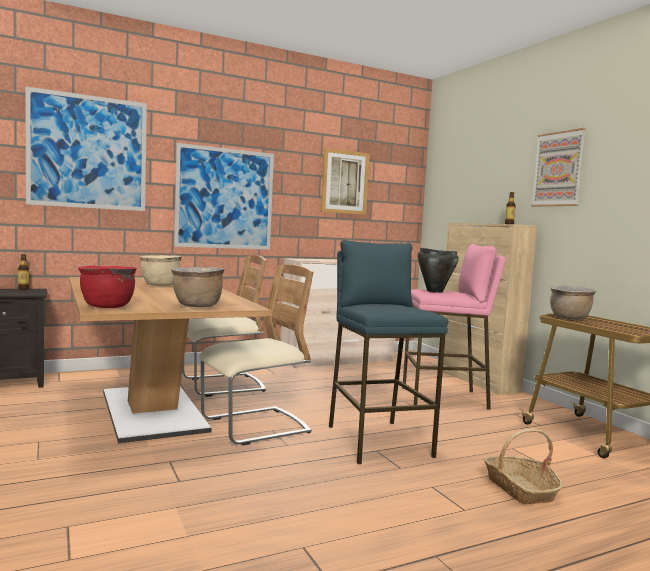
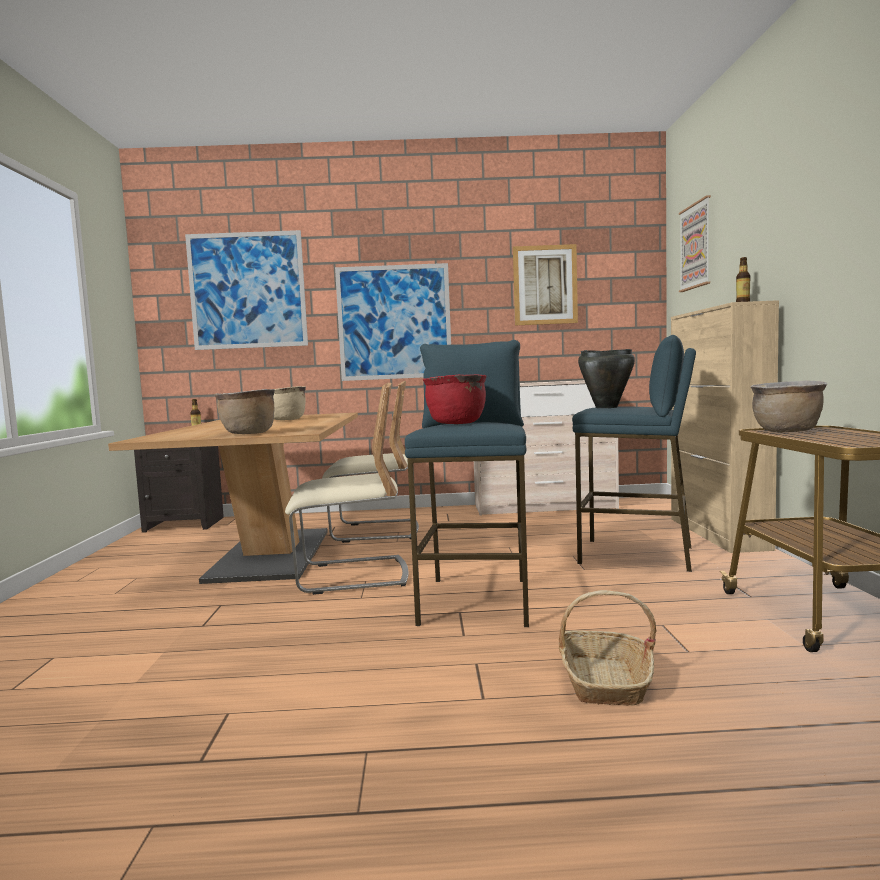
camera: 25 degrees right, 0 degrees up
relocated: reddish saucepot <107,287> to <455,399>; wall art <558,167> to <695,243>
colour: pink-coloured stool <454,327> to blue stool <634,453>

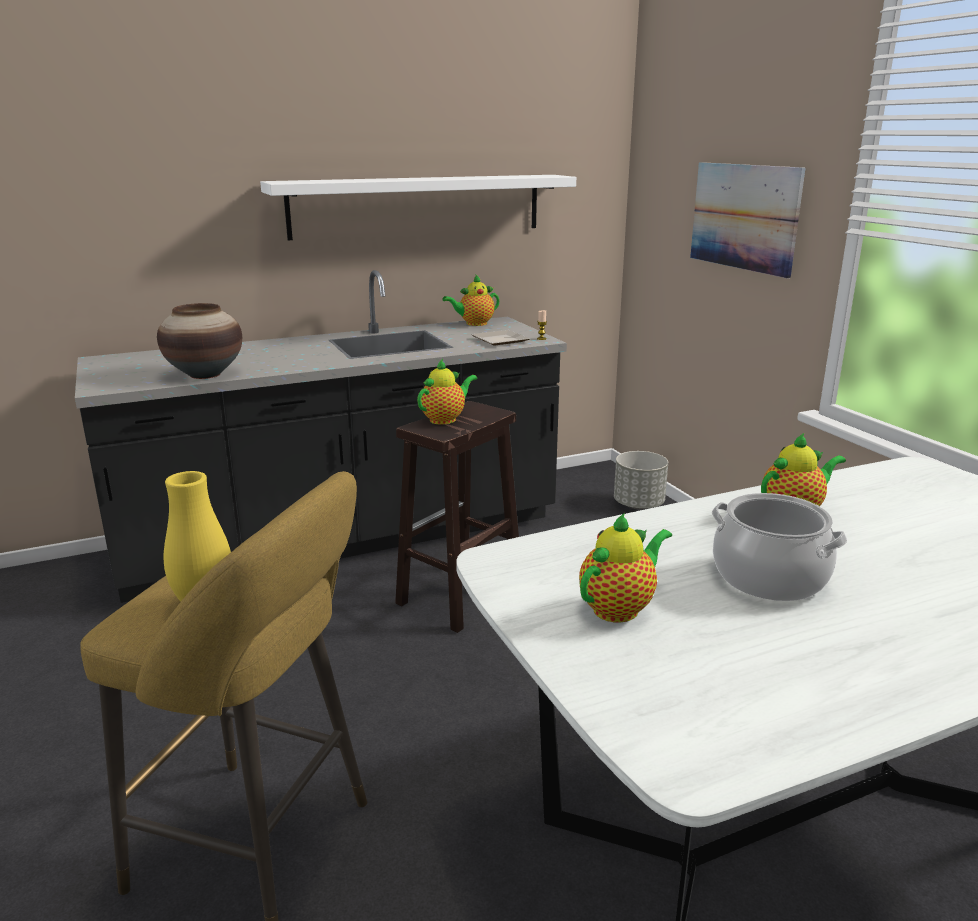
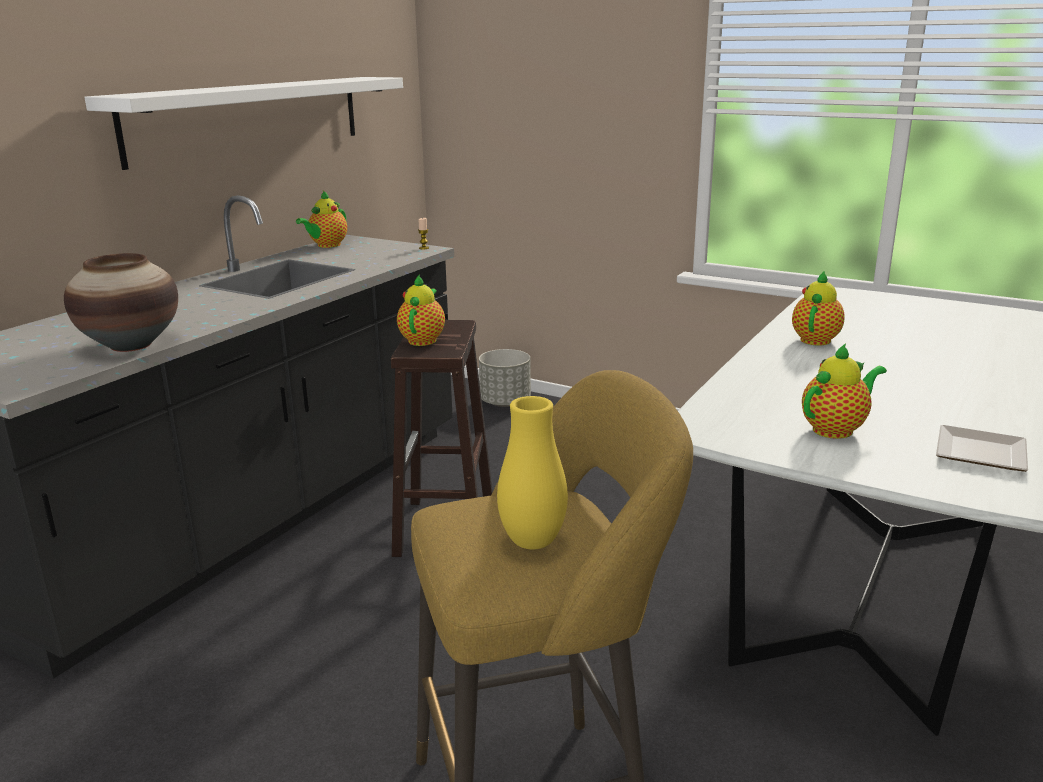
camera: 35 degrees left, 0 degrees up
missing: wall art <748,220>; saucepot <780,547>
relocated: dinner plate <501,338> to <982,448>
spun: pot for tea <625,567> = <844,391> 45 degrees clockwise

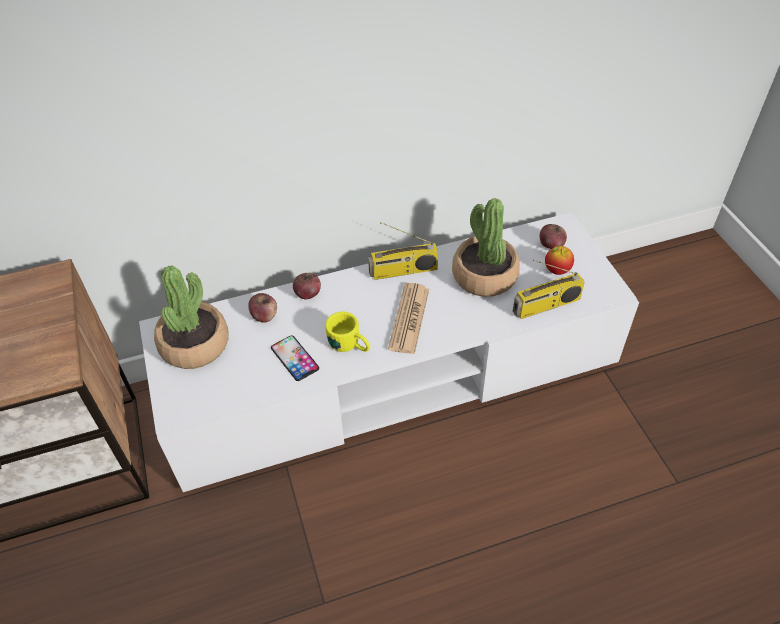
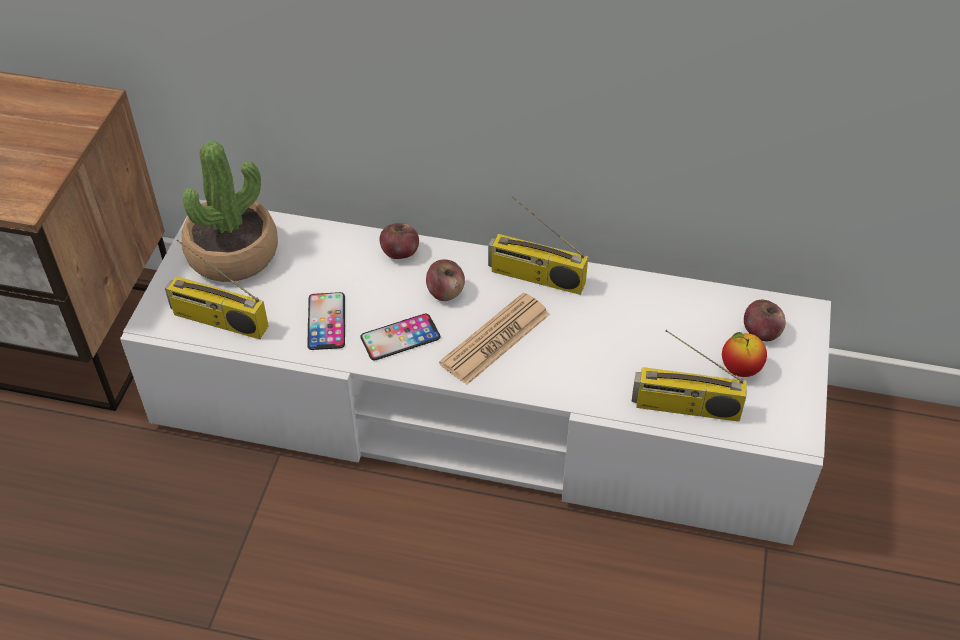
camera: 30 degrees right, 0 degrees up
missing: plant in a pot <486,247>
appeared: radio set <217,289>
relocated: apple fruit <262,308> to <445,280>
exchanged: yellow-coloured tea mug <347,332> to handset <400,337>

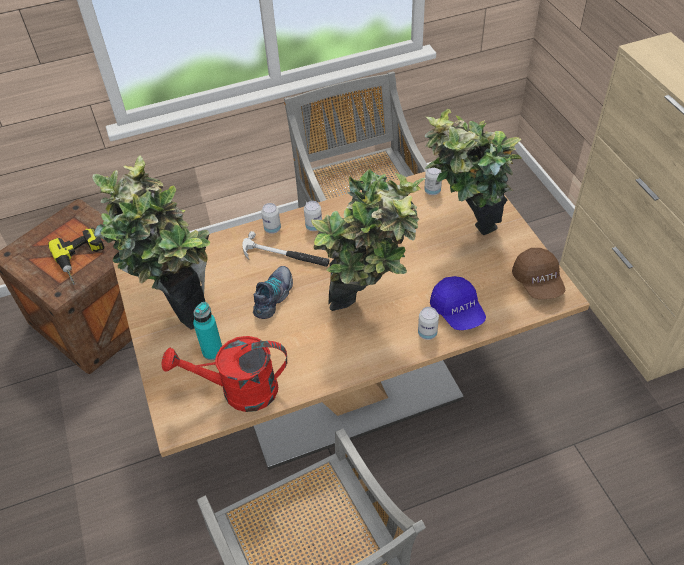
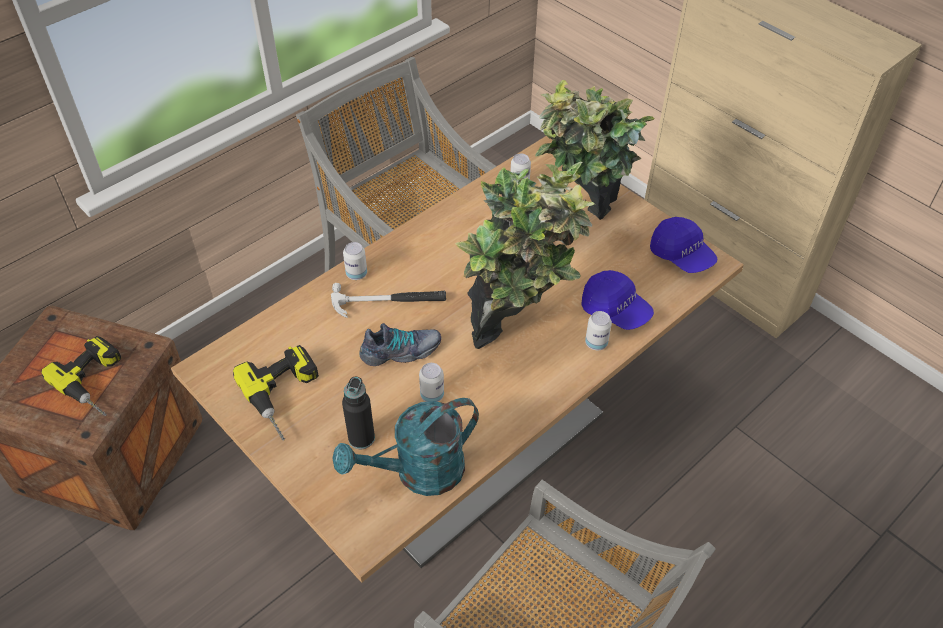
camera: 25 degrees left, 0 degrees up
relocated: metal can <313,216> to <431,382>
exchanged: plant in a pot <151,242> to power drill <276,392>
colour: reddish sprinkling can <224,374> to turquoise sprinkling can <406,447>; turquoise drink bottle <207,331> to blackish drink bottle <358,413>; brown peaked cap <538,273> to blue peaked cap <684,245>
spun: item of footwear <273,292> = <400,344> 75 degrees clockwise

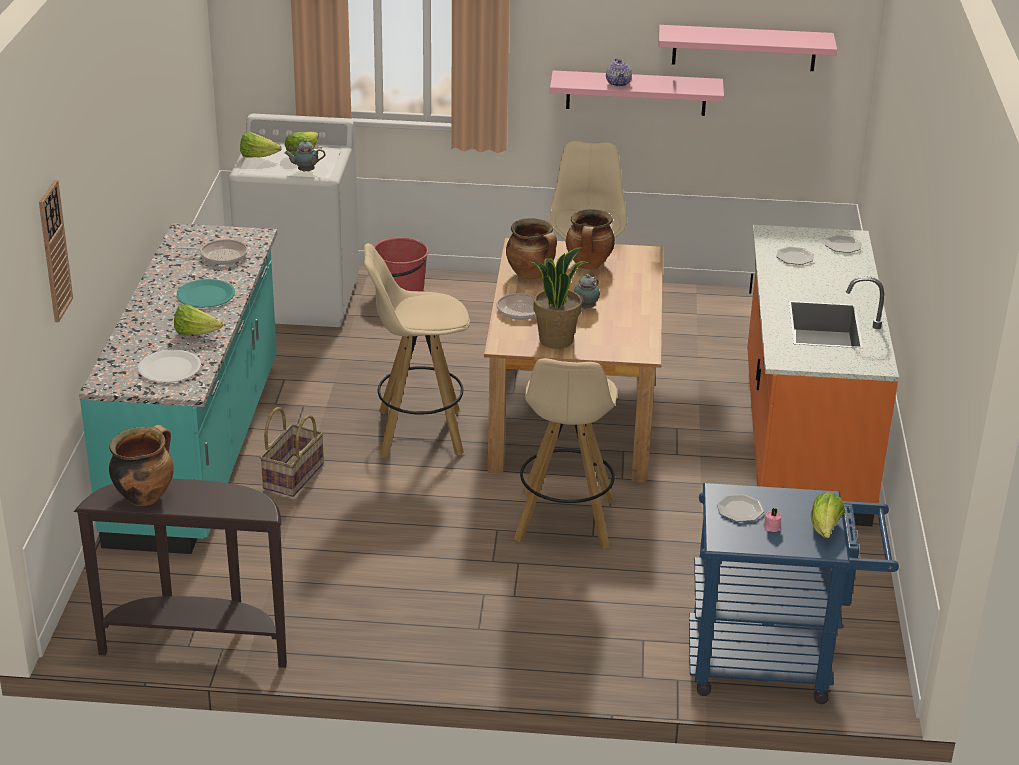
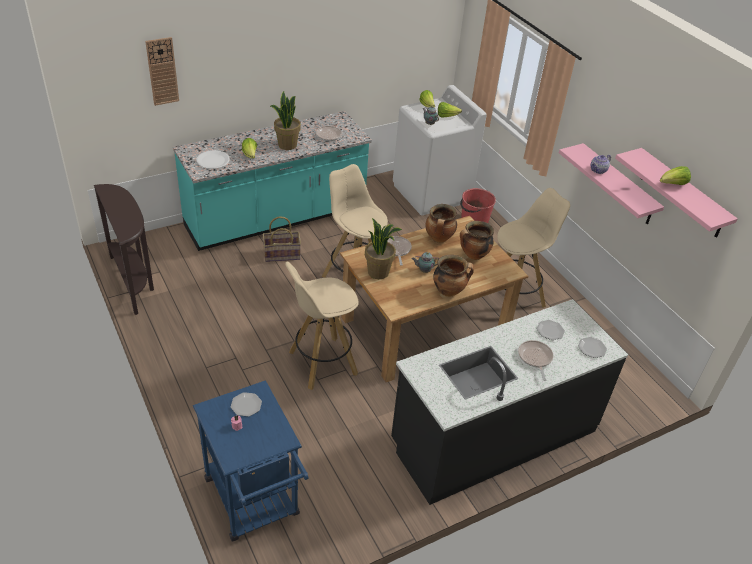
camera: 55 degrees right, 10 degrees up
appeared: skillet <536,360>
relocated: saucepot <141,465> to <453,276>; lettuce head <827,515> to <675,175>
exchanged: turquoise dinner plate <206,293> to plant in a pot <285,120>
colour: orange counter <823,375> to blackish counter <509,402>

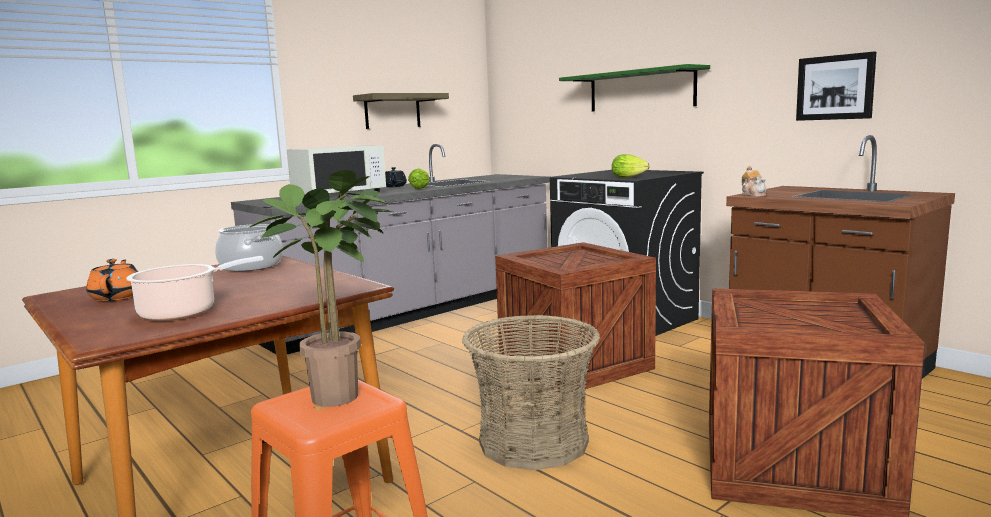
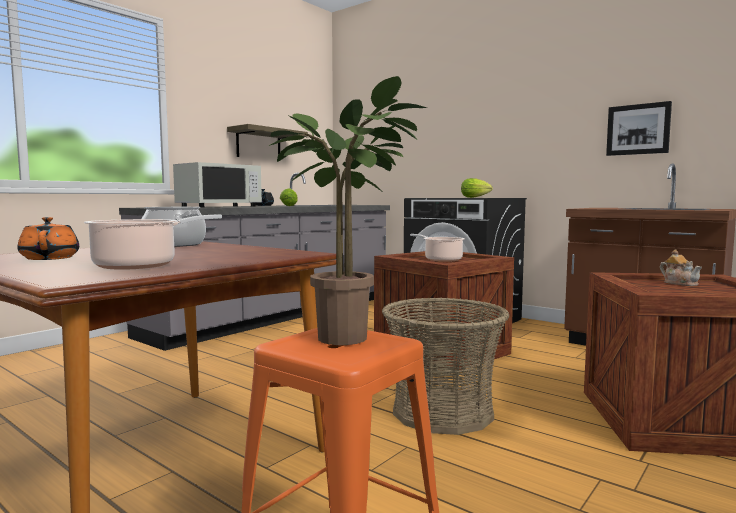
camera: 10 degrees left, 5 degrees down
missing: greenish wall shelf <634,88>
appeared: saucepot <437,248>
relocated: pot for tea <754,181> to <681,267>

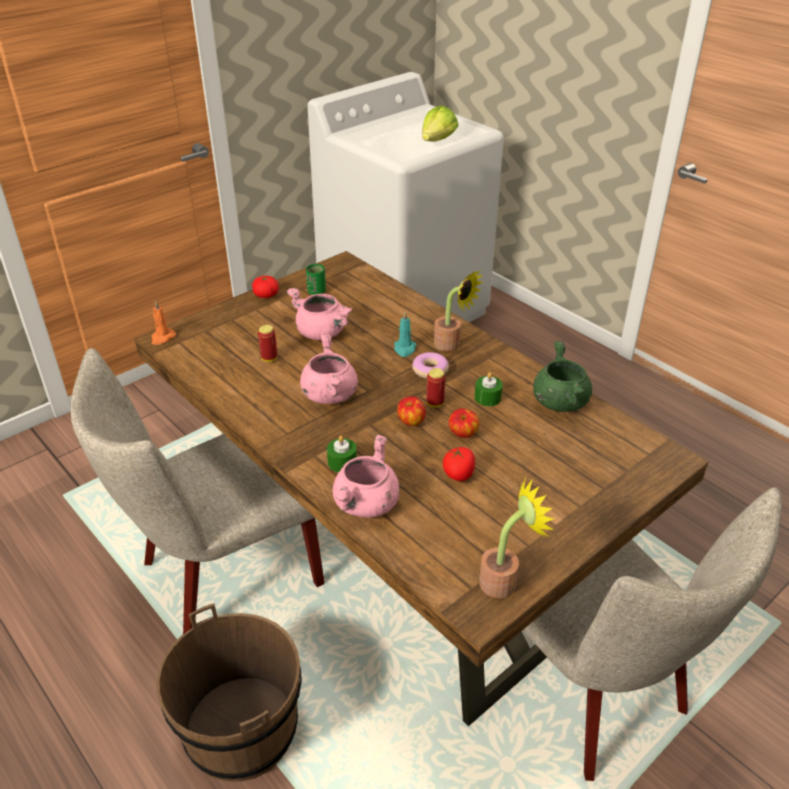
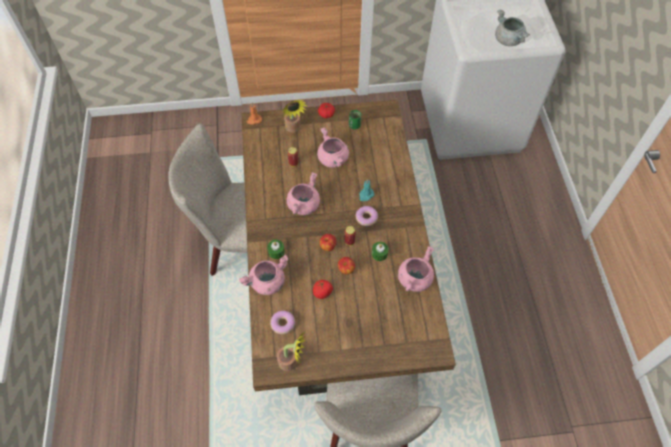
camera: 35 degrees right, 20 degrees up
missing: brown bucket <229,692>
appeared: ring doughnut <282,322>
relocated: plant in a pot <459,310> to <294,116>
exchanged: lettuce head <440,124> to grey saucepot <512,27>
colour: greenish saucepot <562,376> to pink-coloured saucepot <416,269>

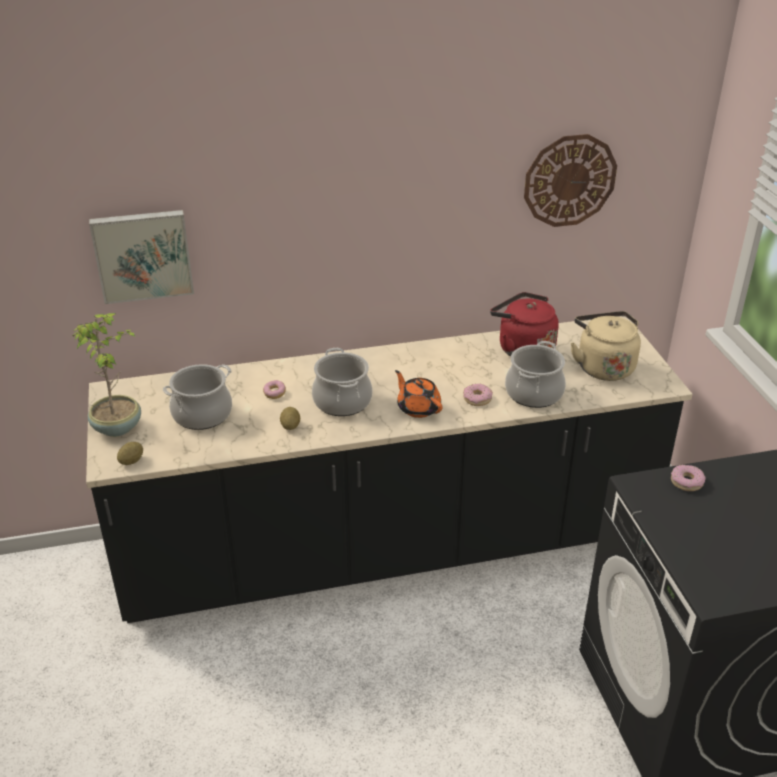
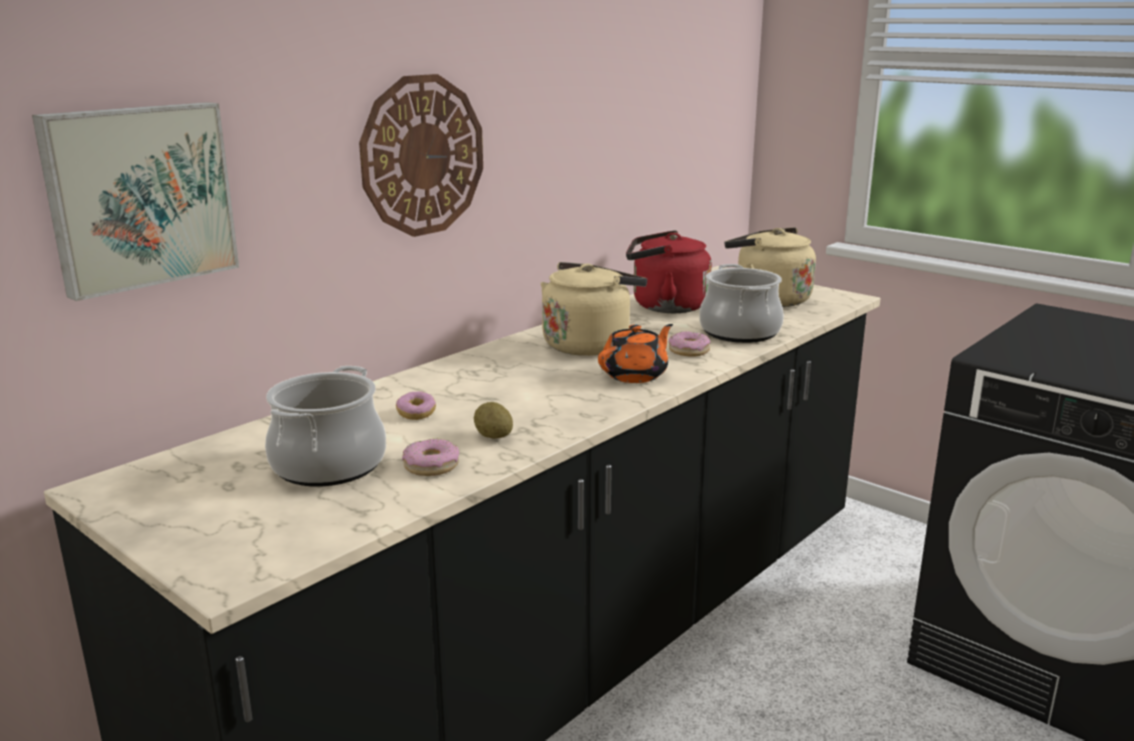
camera: 35 degrees left, 15 degrees down
missing: plant in a pot <106,375>; whole potato <130,453>; saucepot <342,382>
appeared: sand-coloured tea kettle <594,309>
relocated: hanging clock <570,180> to <421,155>; ring doughnut <688,478> to <430,457>
spun: orange pot for tea <418,394> = <635,353> 120 degrees clockwise

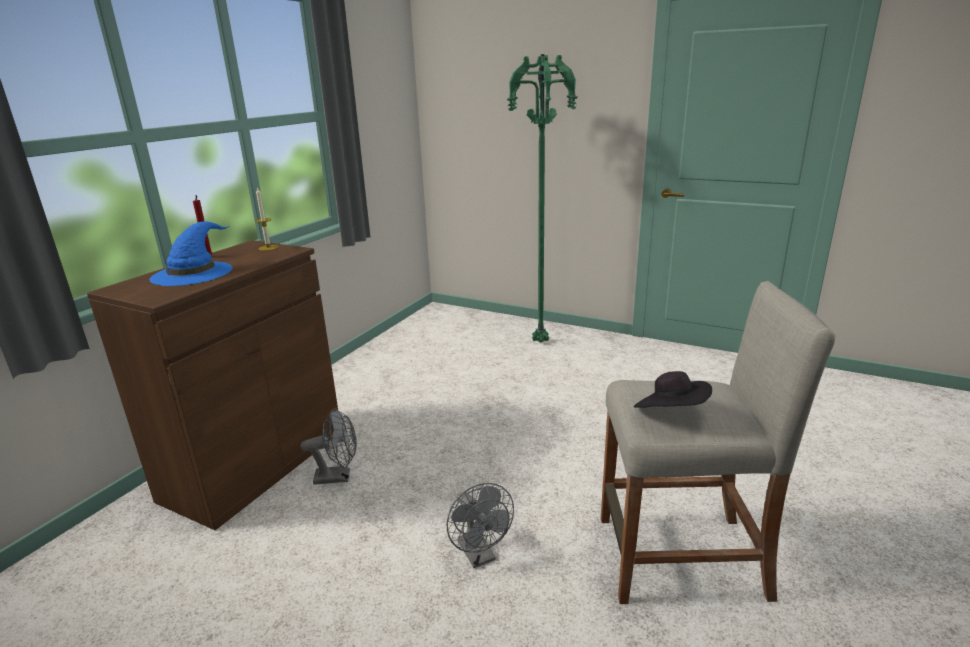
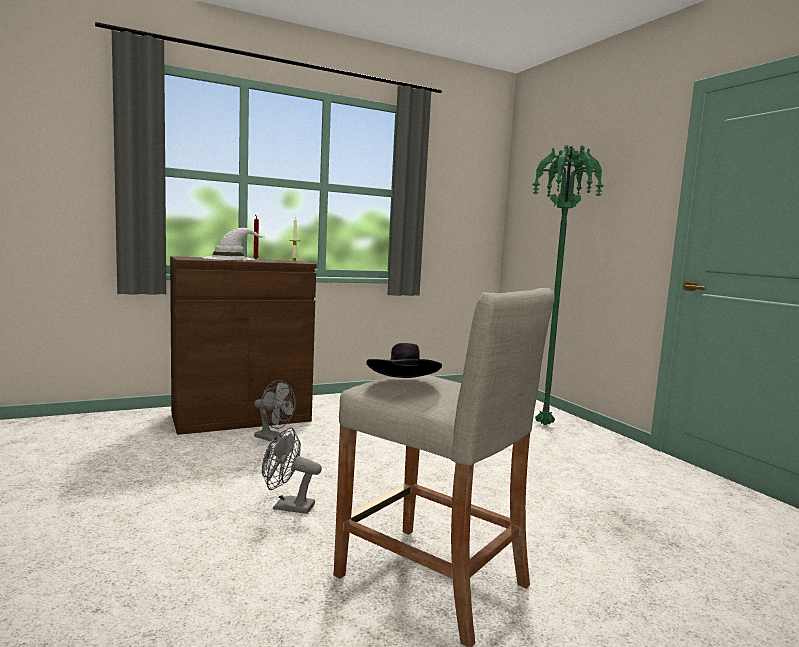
camera: 35 degrees right, 15 degrees down
colour: blue hat <190,253> to whitish hat <232,244>
spun: grey fan <480,525> = <292,470> 90 degrees clockwise

